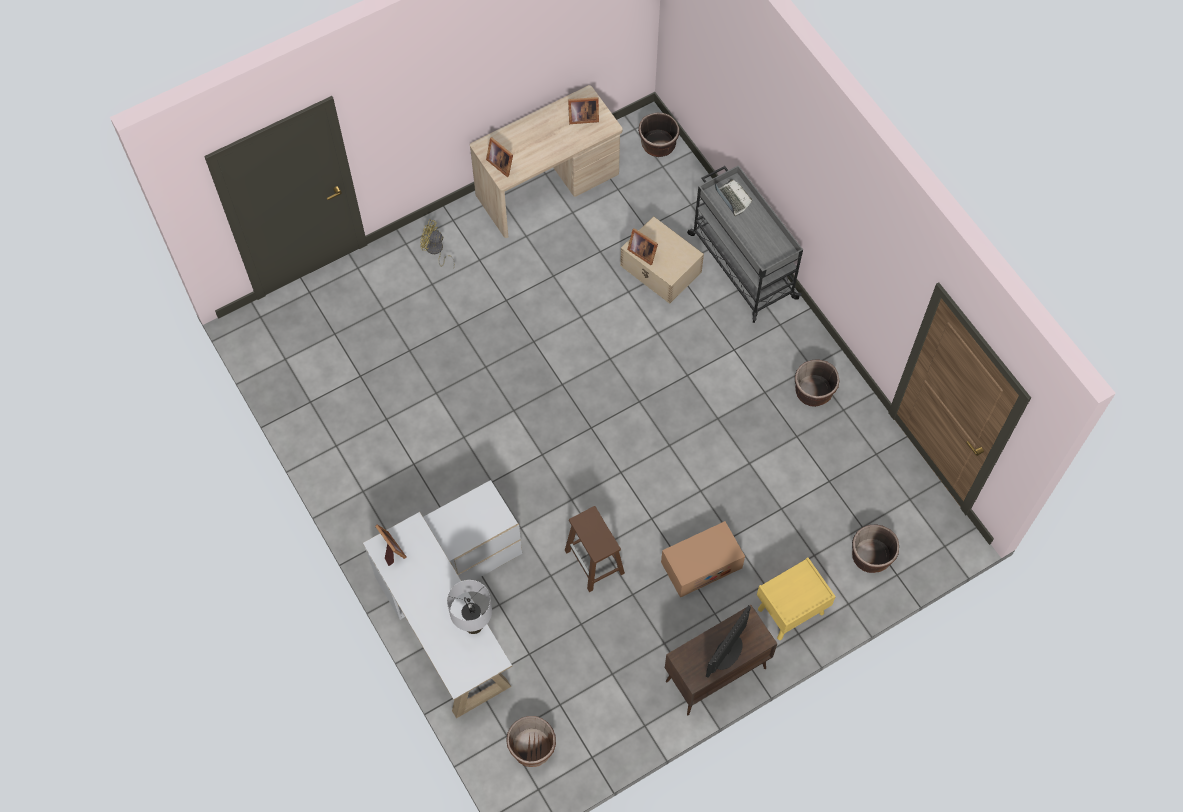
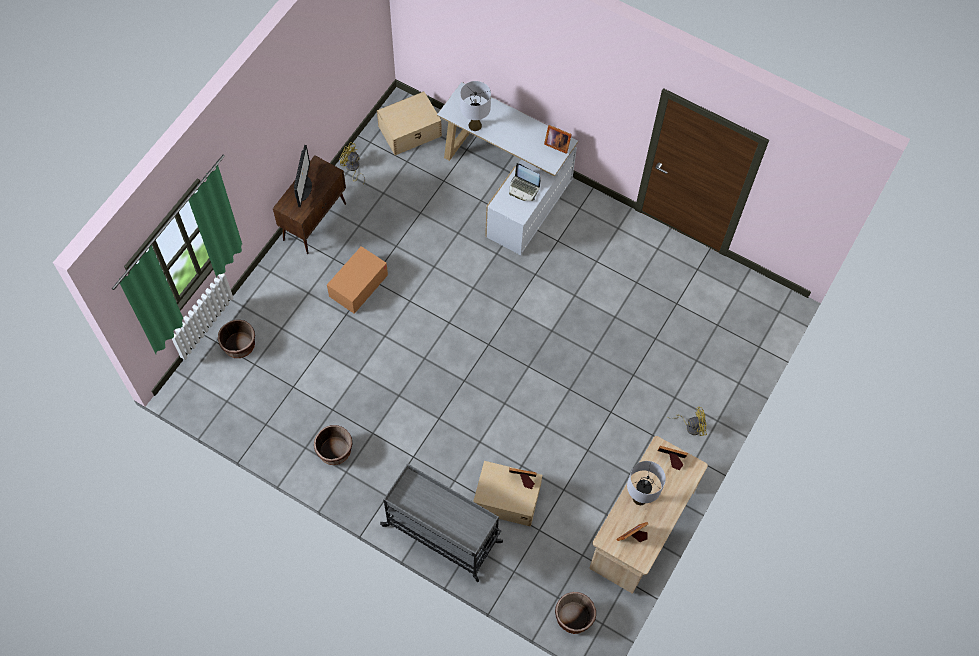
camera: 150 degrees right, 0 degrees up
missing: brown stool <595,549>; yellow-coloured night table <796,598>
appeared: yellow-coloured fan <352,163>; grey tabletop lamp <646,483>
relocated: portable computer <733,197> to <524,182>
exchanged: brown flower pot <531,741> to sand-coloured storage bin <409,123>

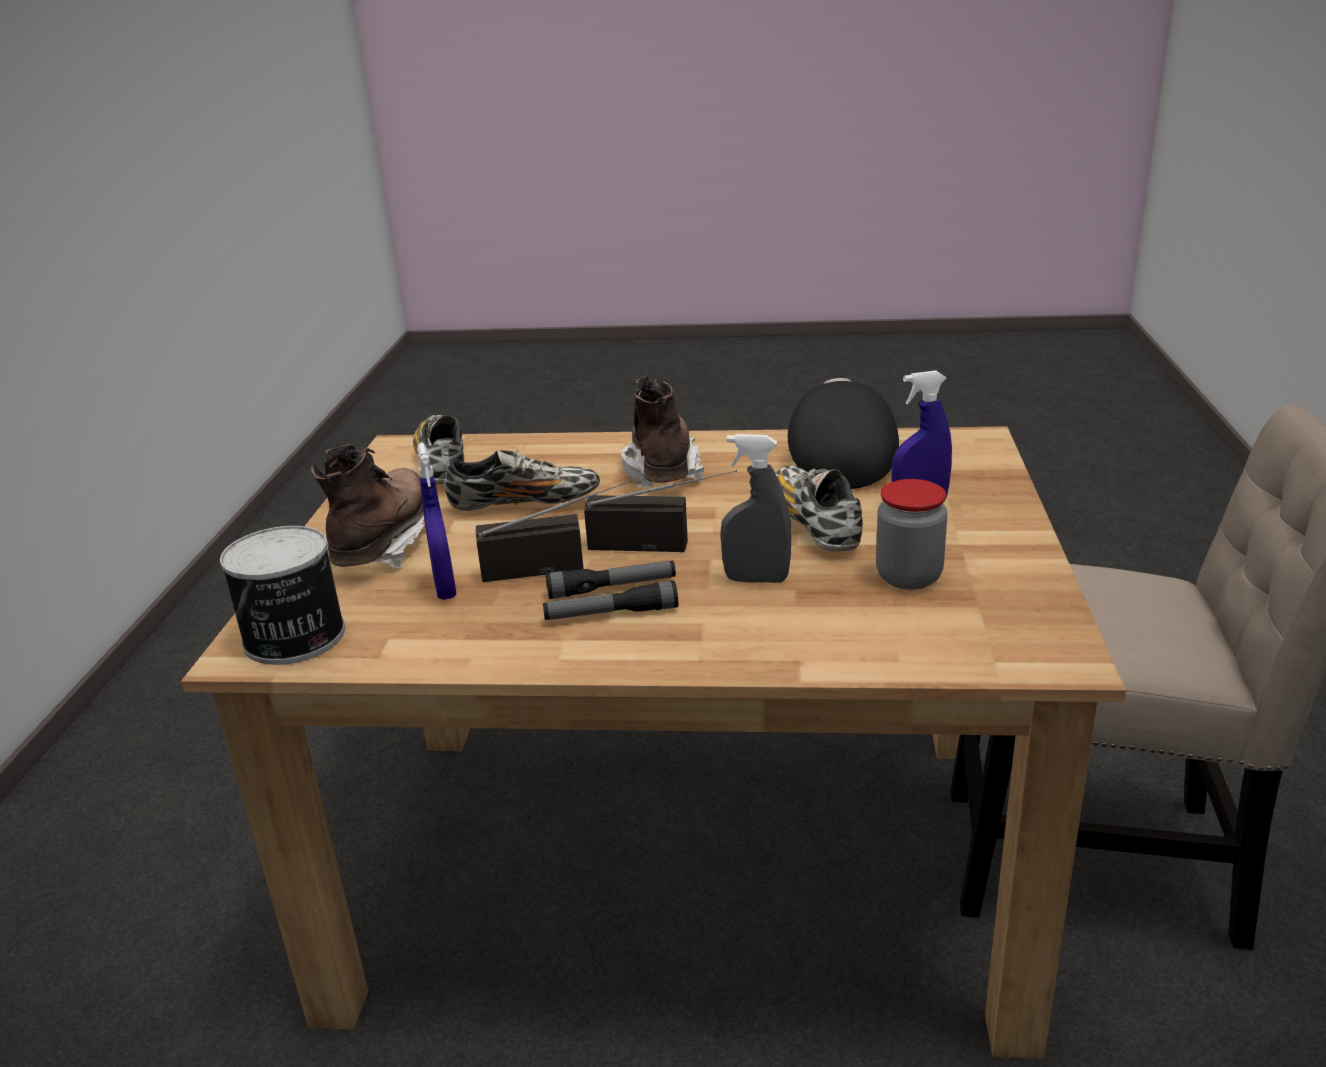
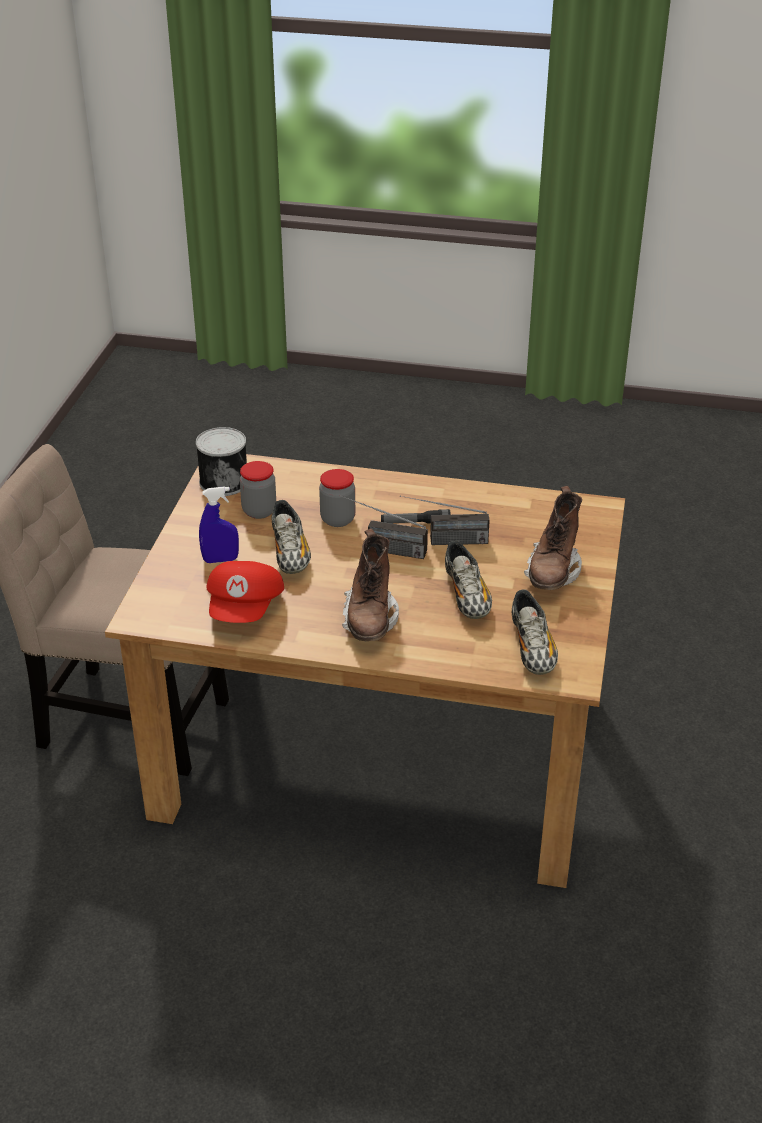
camera: 175 degrees left, 10 degrees up
missing: blue hand sprayer <437,521>; flashlight <610,600>
relocated: metal can <282,595> to <221,461>
exchanged: grey hand sprayer <755,508> to preserve jar <337,498>
colour: blackish peaked cap <843,433> to reddish peaked cap <245,592>
spun: item of footwear <522,480> = <468,579> 105 degrees counterclockwise

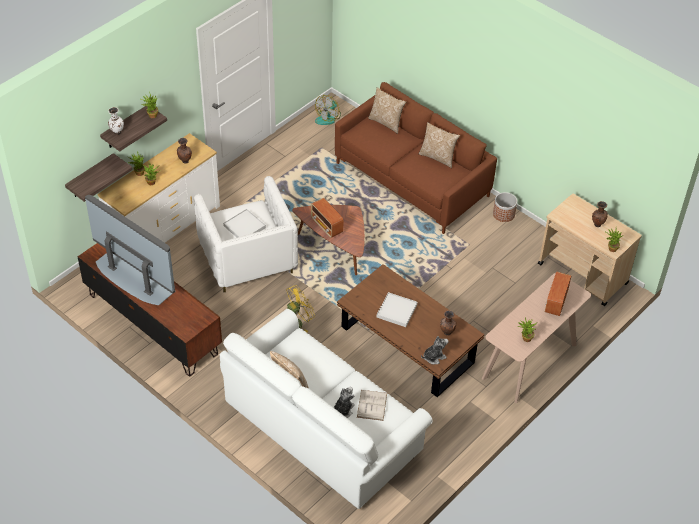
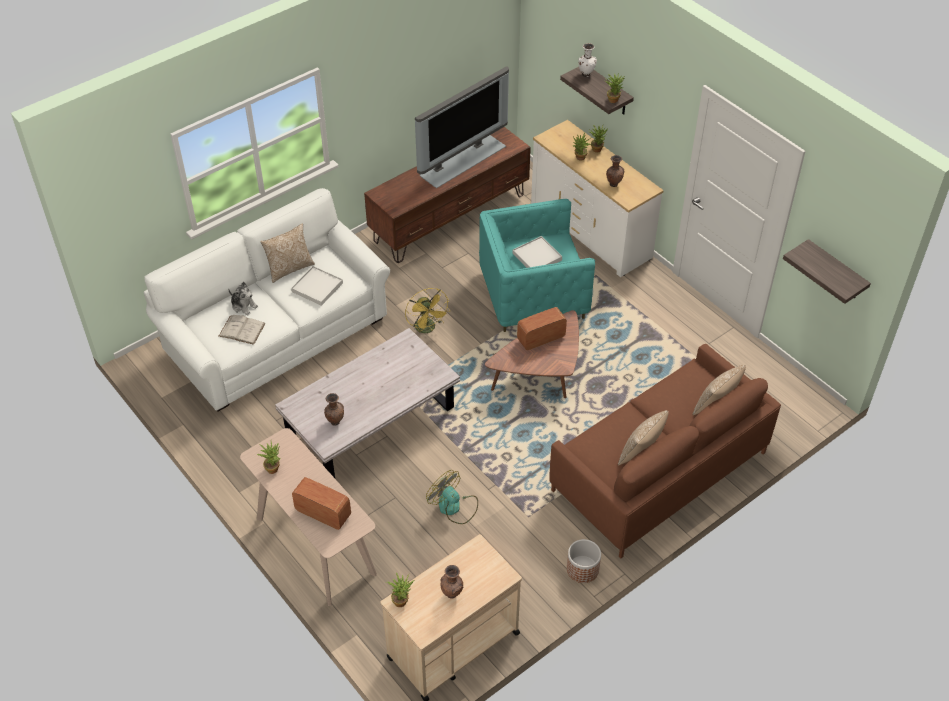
camera: 100 degrees right, 0 degrees up
missing: soft toy <435,350>
relocated: whitish serving tray <397,309> to <317,286>; fan <328,110> to <452,497>; wall shelf <99,177> to <827,271>
colour: brown low table <410,330> to whitish low table <367,403>; whitish lounge chair <246,234> to turquoise lounge chair <537,265>

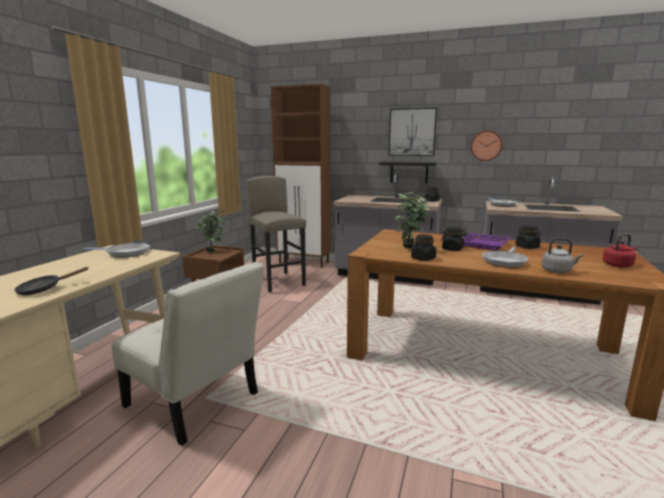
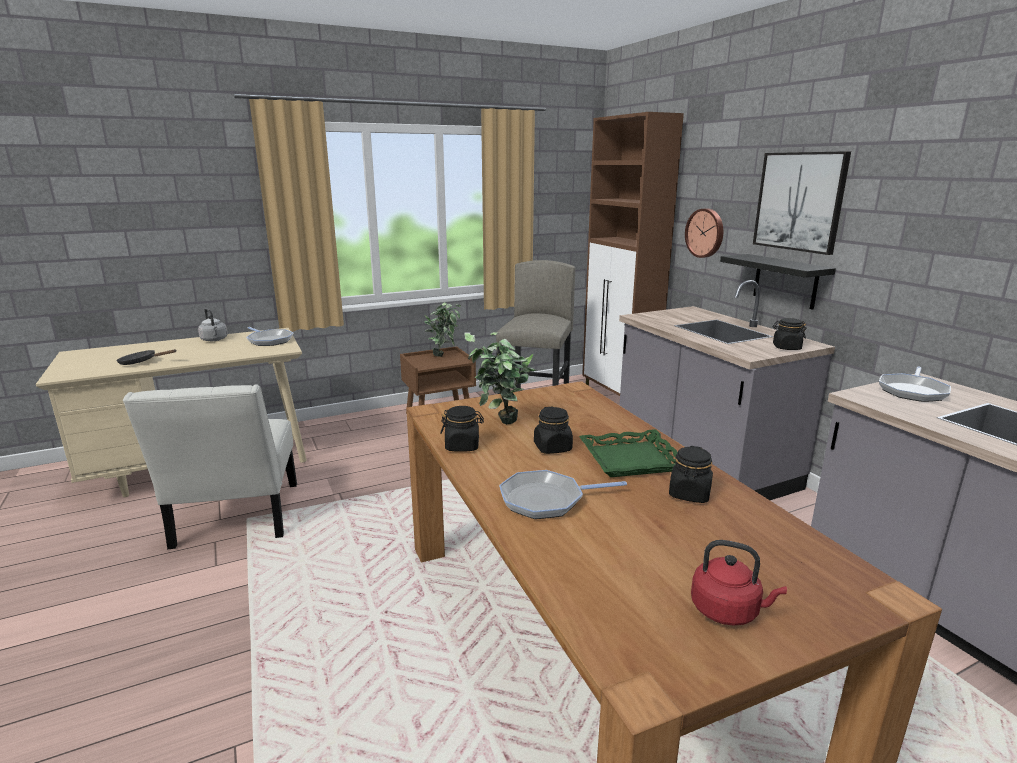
camera: 45 degrees right, 5 degrees up
relocated: grey tea kettle <562,255> to <213,324>; hanging clock <486,146> to <704,233>
colour: purplish serving tray <487,241> to greenish serving tray <628,453>

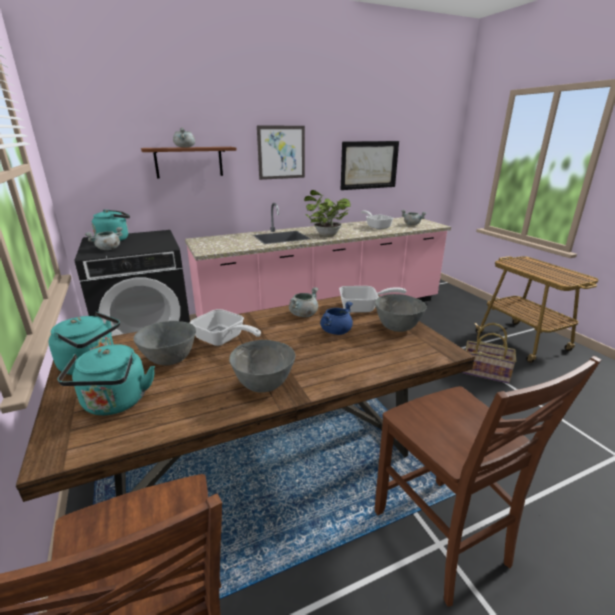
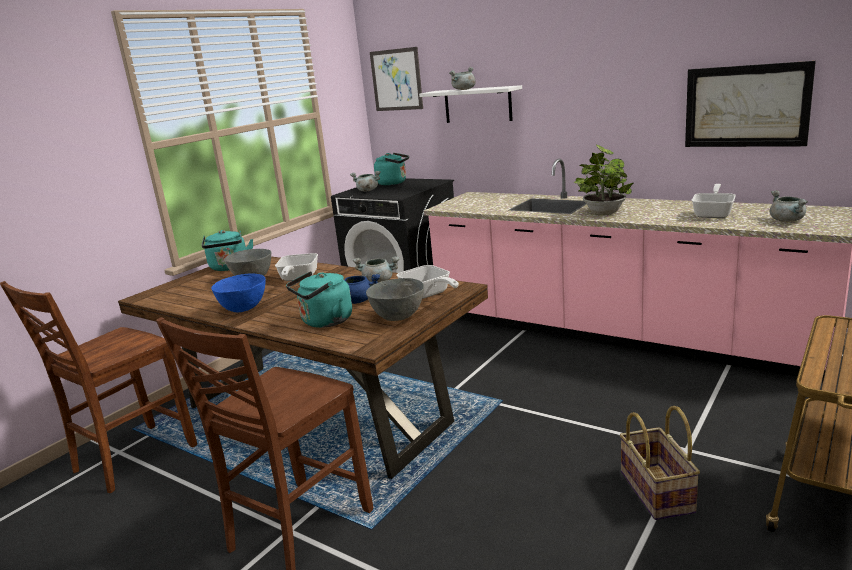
camera: 60 degrees right, 5 degrees down
relocated: turquoise tea kettle <106,379> to <319,299>; wall art <281,152> to <396,79>
colour: grey serving bowl <262,366> to blue serving bowl <238,292>; brown wall shelf <189,163> to whitish wall shelf <470,104>

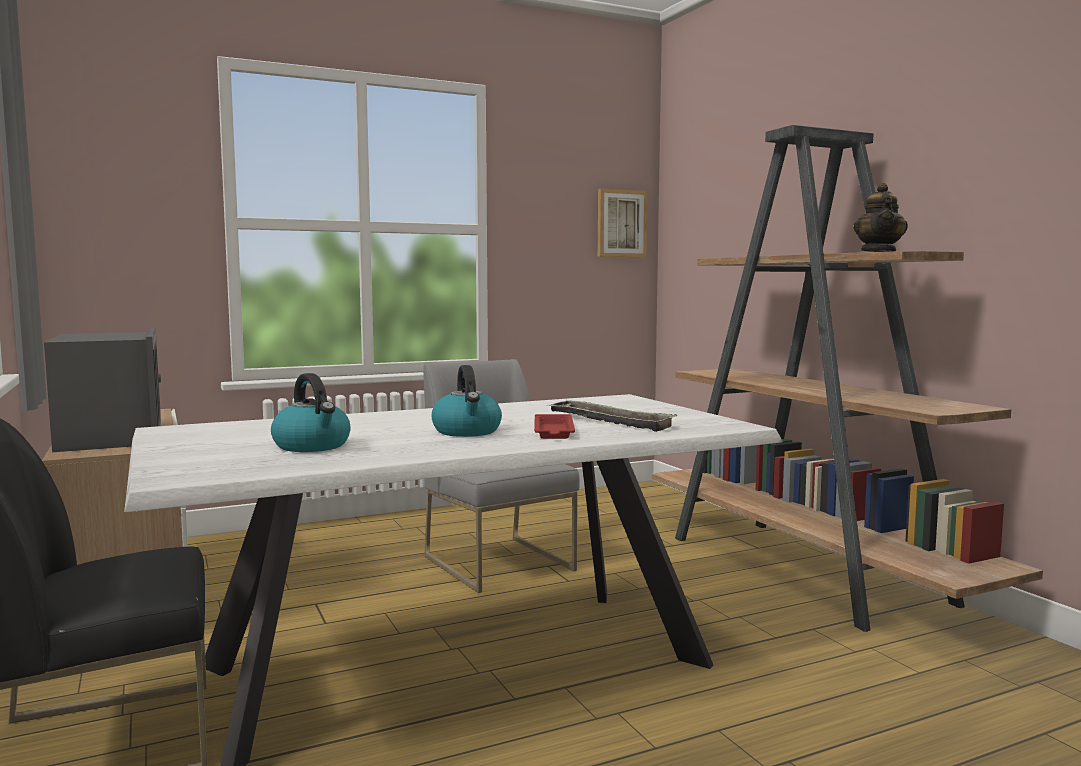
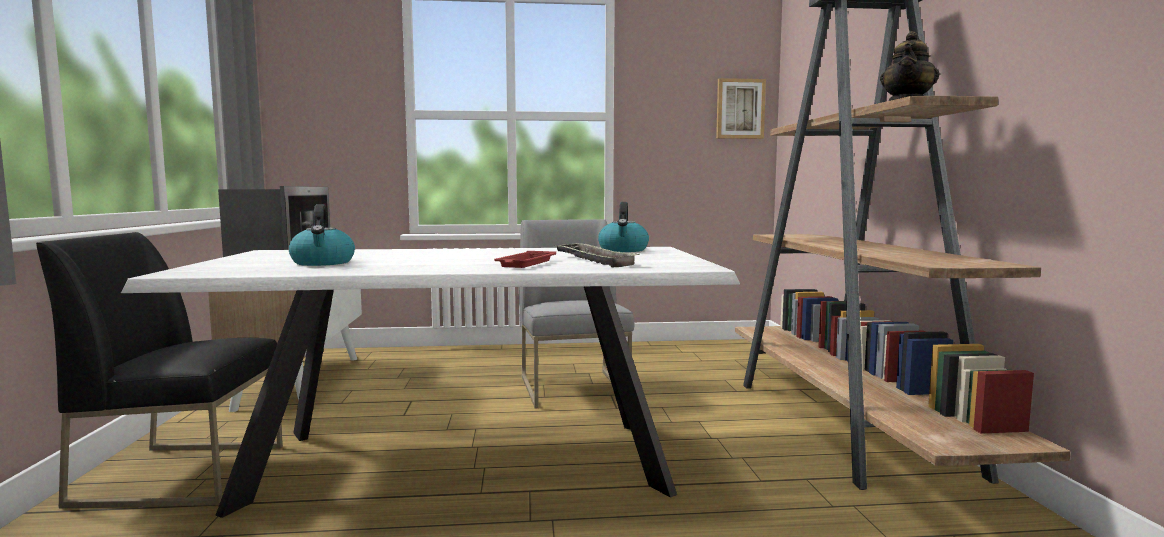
camera: 20 degrees right, 0 degrees up
relocated: tea kettle <466,401> to <623,227>

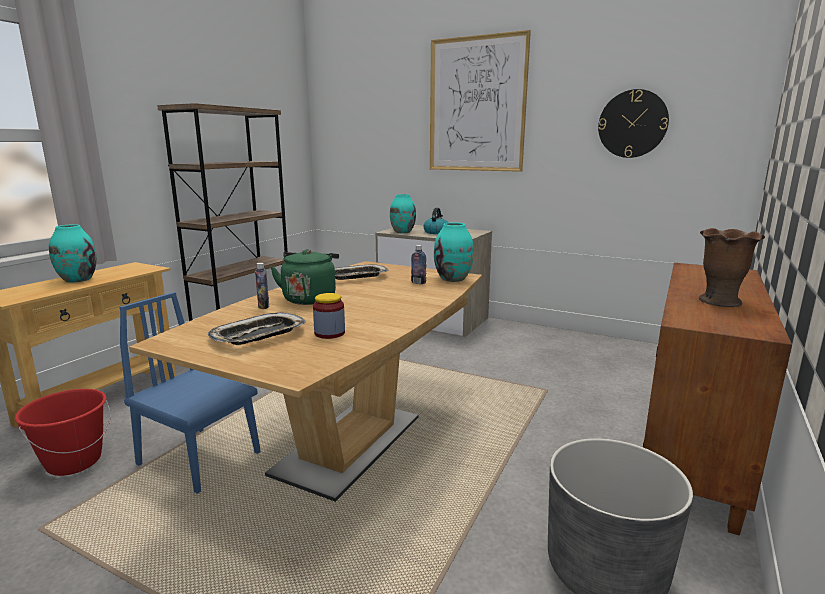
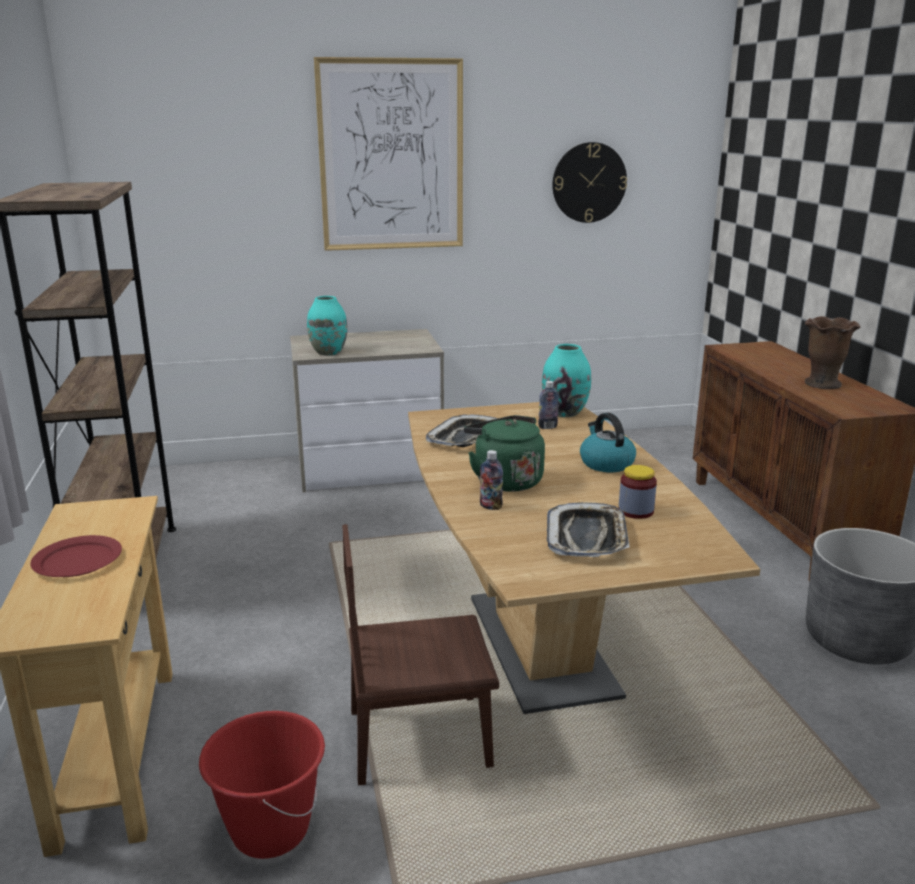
camera: 40 degrees left, 5 degrees up
relocated: tea kettle <435,221> to <608,442>
exchanged: turquoise vase <73,253> to reddish dinner plate <76,556>
colour: blue plain chair <190,393> to brown plain chair <420,654>

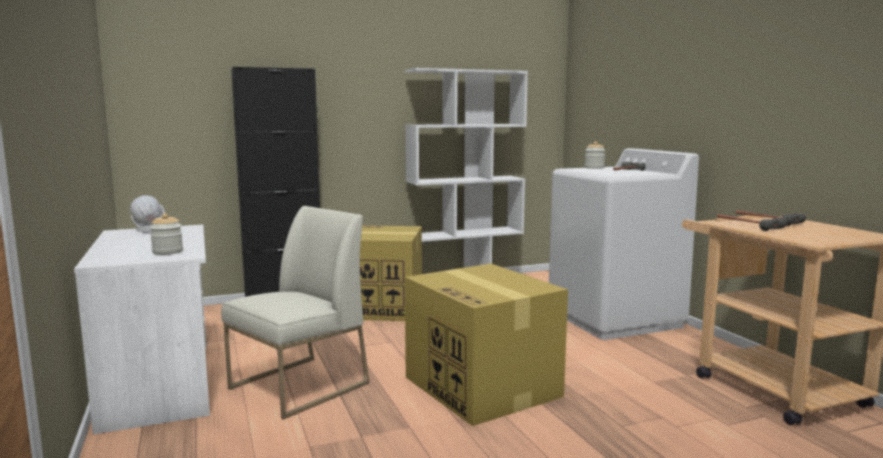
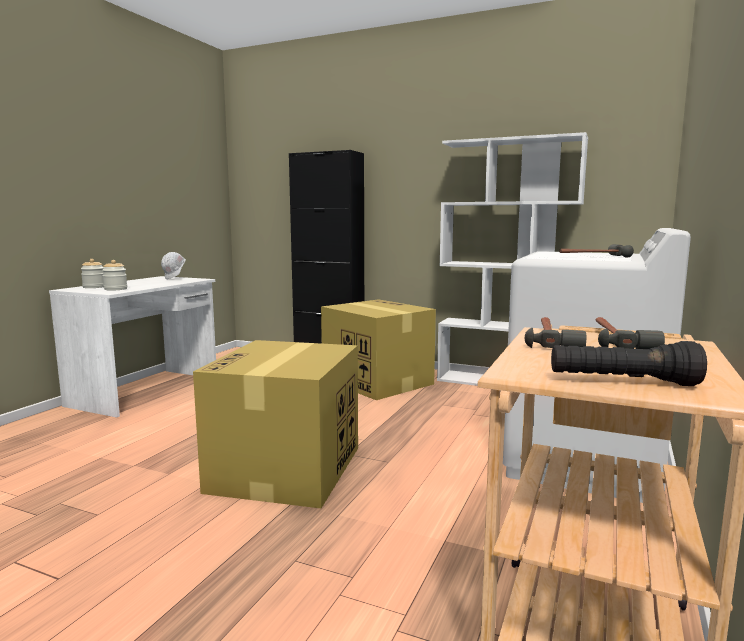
camera: 45 degrees right, 0 degrees up
missing: whitish plain chair <295,313>
appeared: blackish flashlight <629,363>
relocated: preserve jar <595,155> to <92,273>

